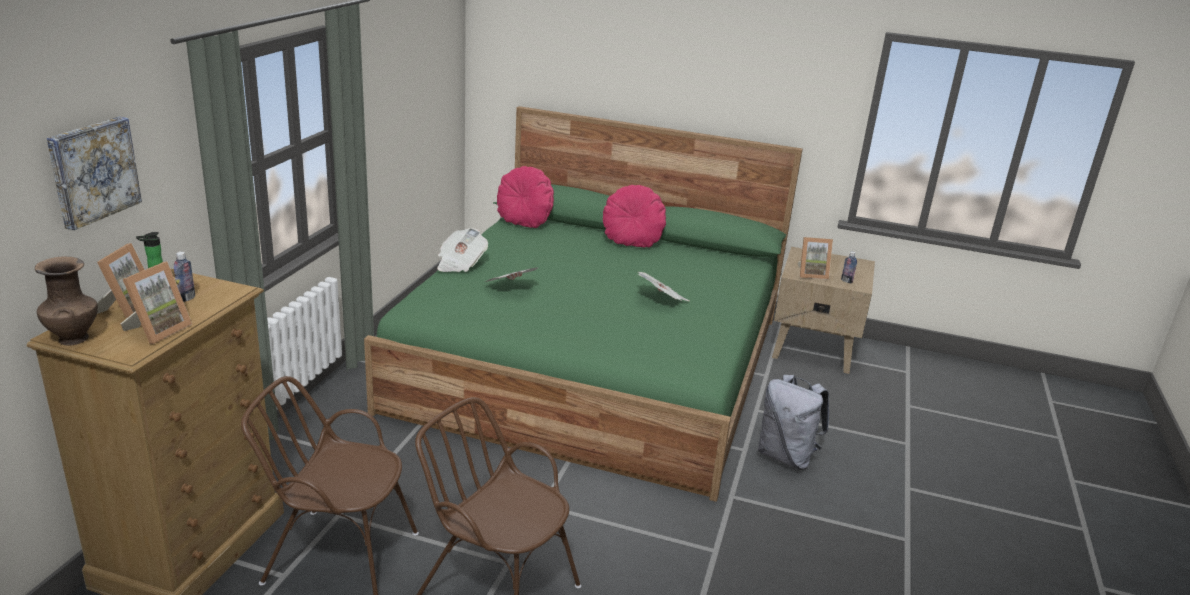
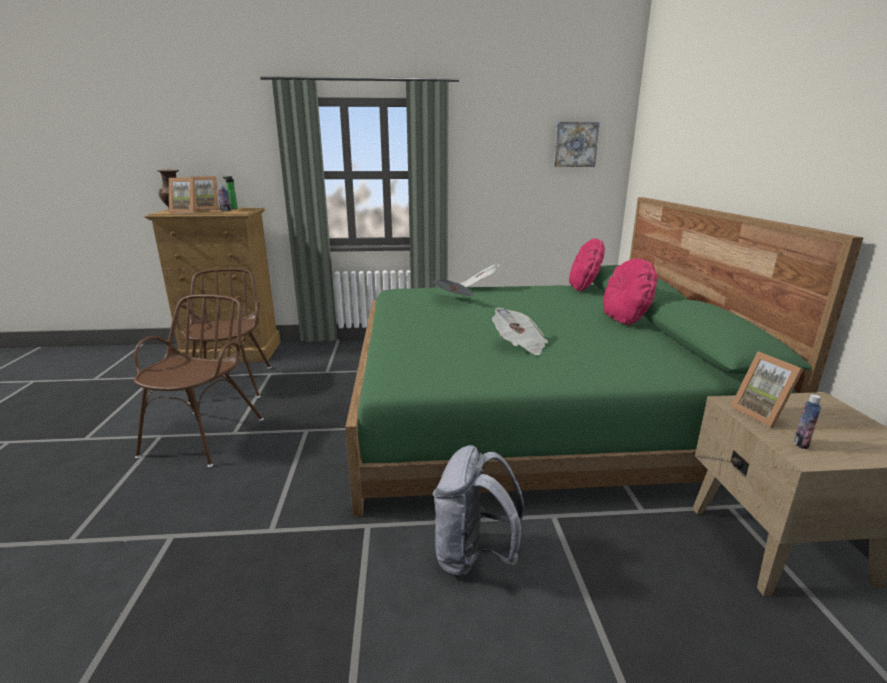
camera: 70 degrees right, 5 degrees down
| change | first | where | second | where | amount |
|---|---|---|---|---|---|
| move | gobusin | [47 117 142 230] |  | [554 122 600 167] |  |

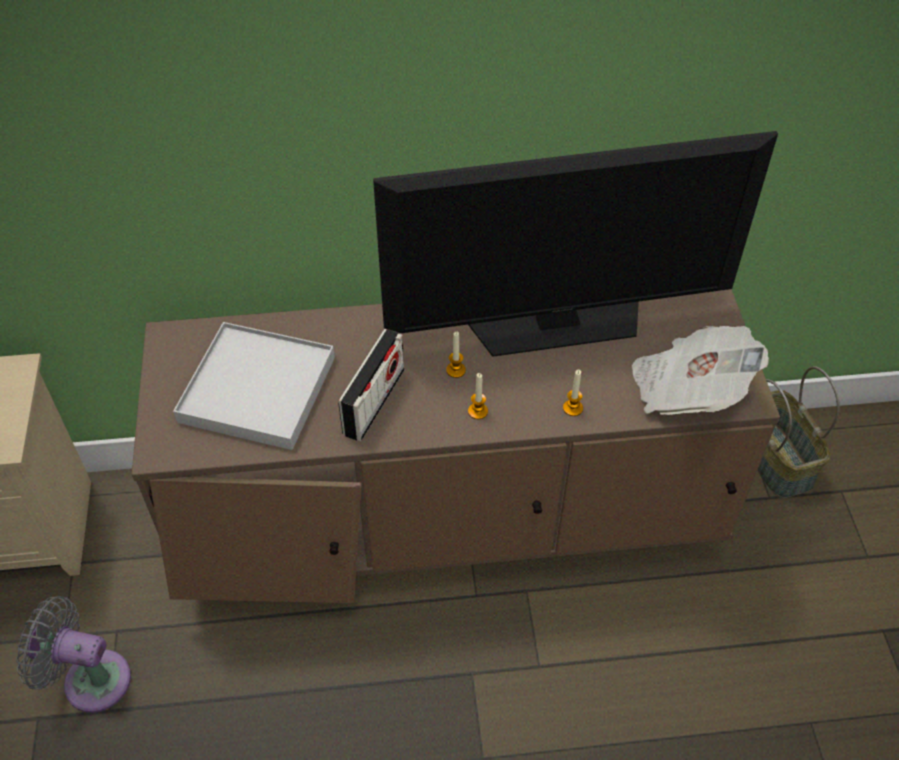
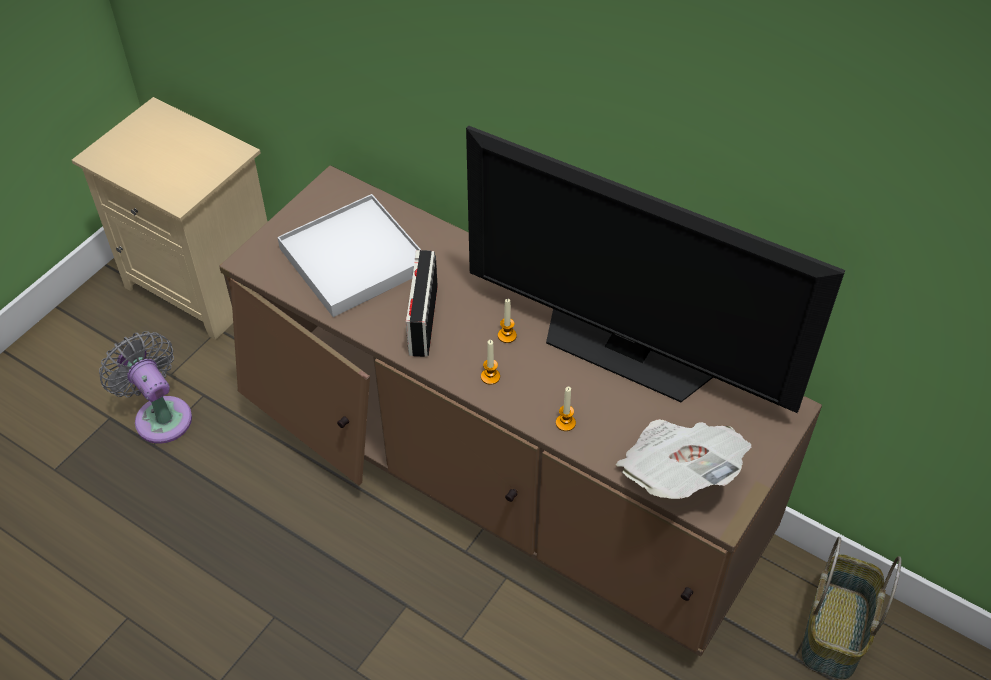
camera: 40 degrees right, 0 degrees up
| change | first | where | second | where | amount |
|---|---|---|---|---|---|
| rotate | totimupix | [338 329 404 441] |  | [406 250 438 357] | 120 degrees clockwise |

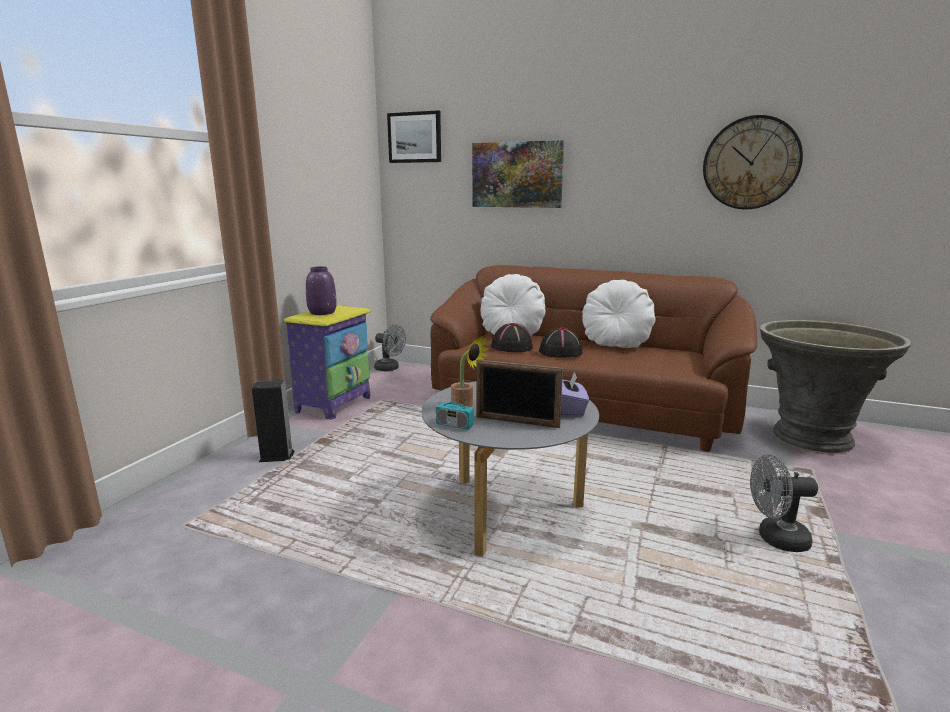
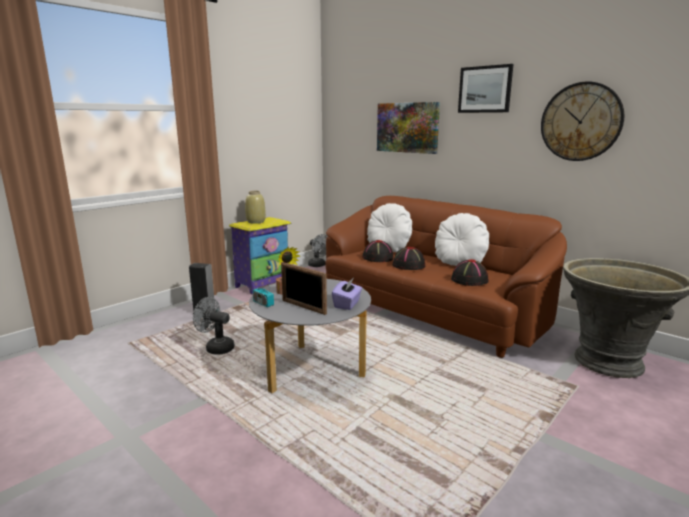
camera: 20 degrees right, 0 degrees up
| change | first | where | second | where | amount |
|---|---|---|---|---|---|
| move | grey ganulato | [750 455 818 552] |  | [193 297 235 355] |  |
| recolor | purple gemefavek | [306 266 337 315] | beige gemefavek | [245 191 266 224] |  |
| insert |  |  | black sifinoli | [451 259 489 286] |  |
| move | gobusin | [387 110 441 163] |  | [458 64 514 113] |  |

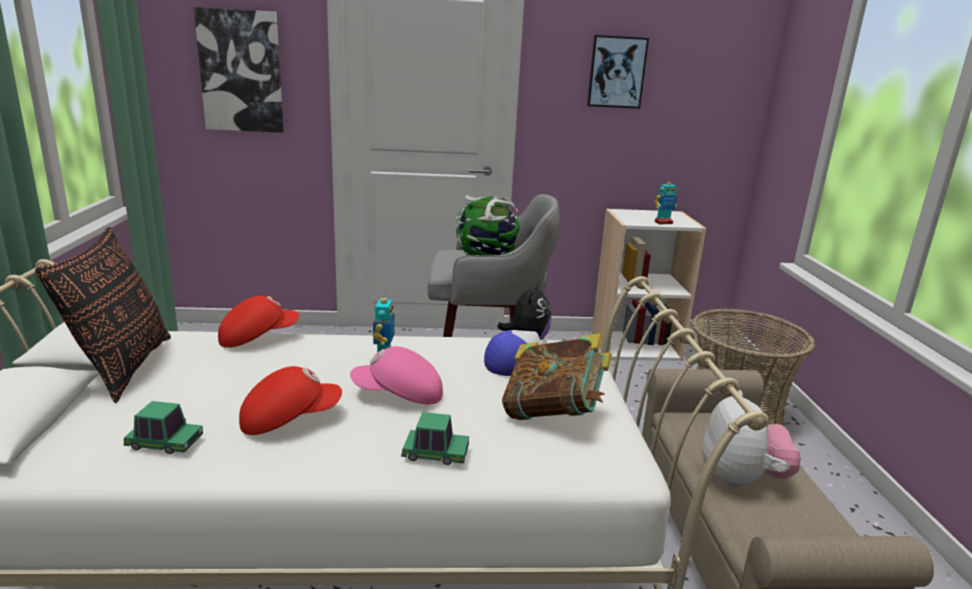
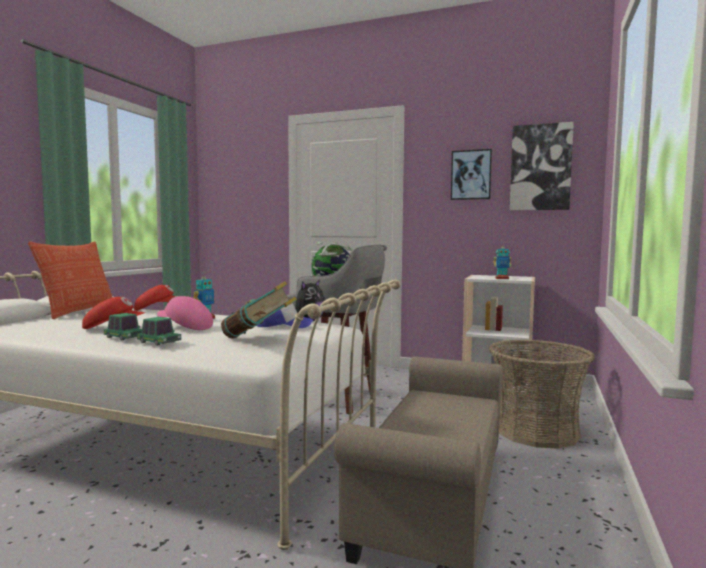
camera: 25 degrees right, 15 degrees down
| change | first | where | second | where | amount |
|---|---|---|---|---|---|
| recolor | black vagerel | [35 227 171 403] | orange vagerel | [28 241 113 319] |  |
| move | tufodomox | [124 401 203 454] |  | [104 313 142 341] |  |
| move | gobusin | [194 7 283 133] |  | [510 122 574 210] |  |
| delete | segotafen | [702 390 800 488] |  |  |  |

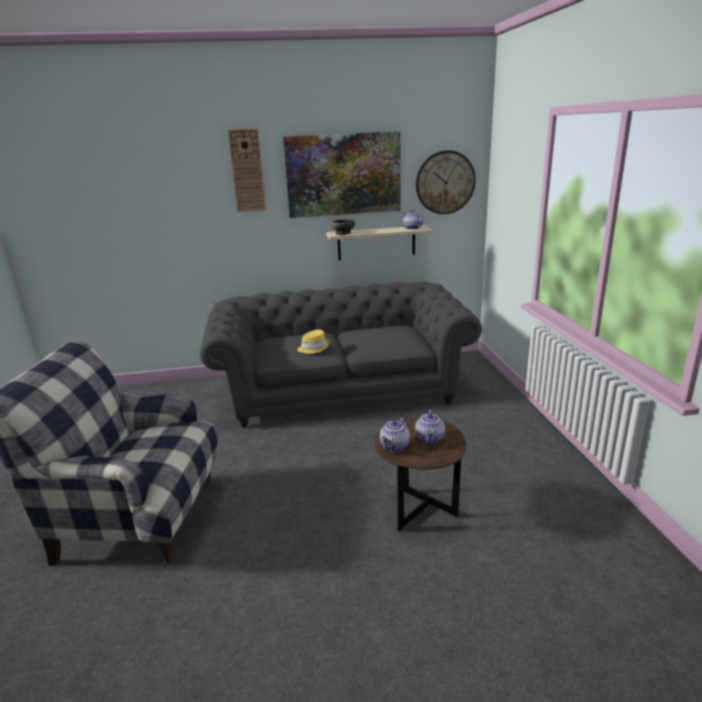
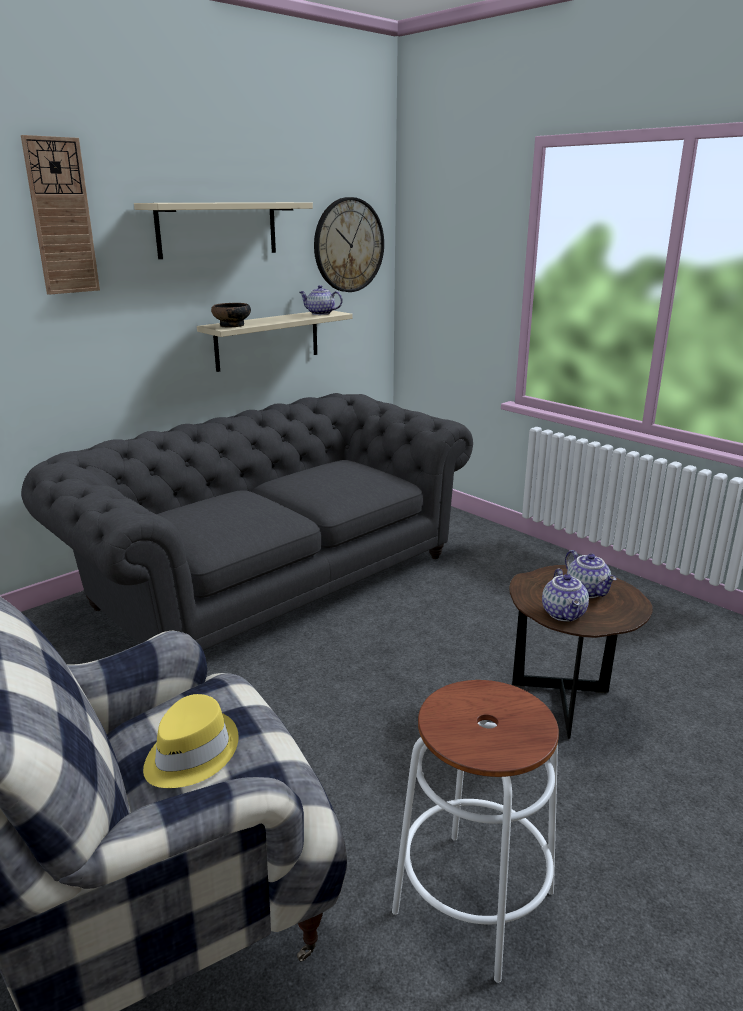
camera: 35 degrees left, 0 degrees up
| change | first | where | second | where | amount |
|---|---|---|---|---|---|
| replace | gobusin | [283 131 401 218] | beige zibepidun | [134 202 313 259] |  |
| move | yellow sifinoli | [297 329 330 353] |  | [143 694 239 788] |  |
| insert |  |  | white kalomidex | [392 680 559 983] |  |

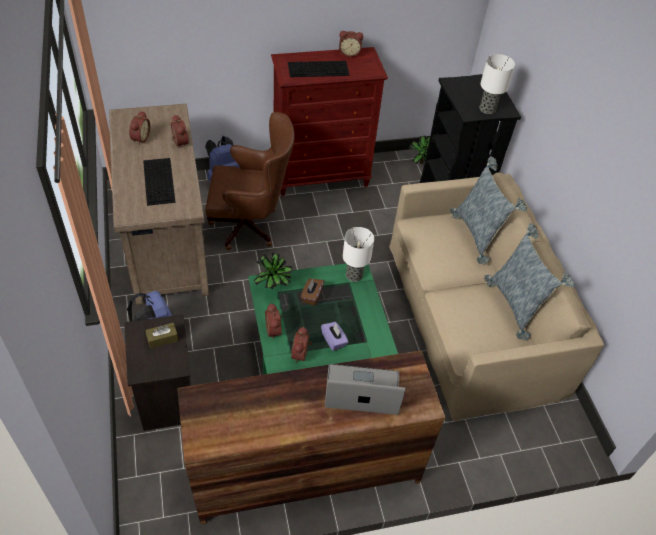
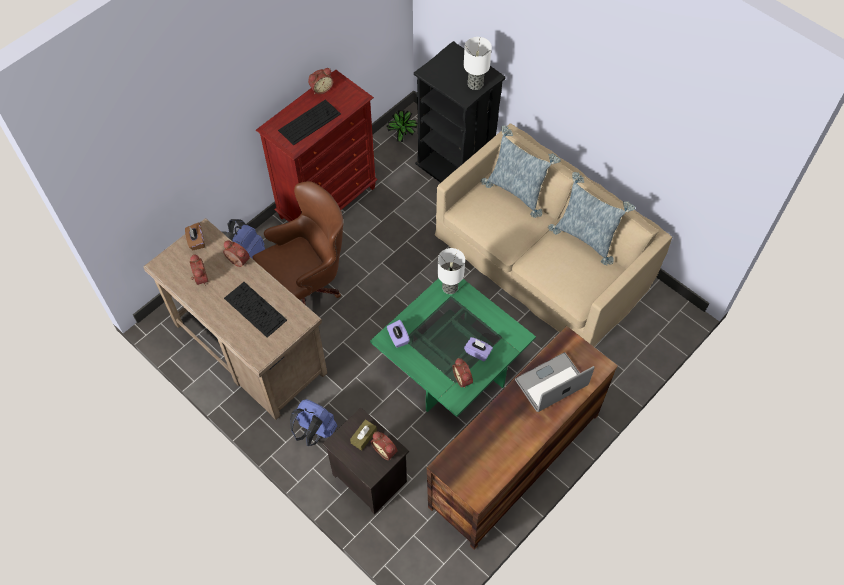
camera: 30 degrees left, 10 degrees up
| change | first | where | second | where | amount |
|---|---|---|---|---|---|
| move | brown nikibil | [301 278 324 306] |  | [185 222 205 250] |  |
| move | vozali | [265 303 282 339] |  | [371 431 398 460] |  |
| replace | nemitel | [254 253 292 289] | purple nikibil | [387 320 410 348] |  |

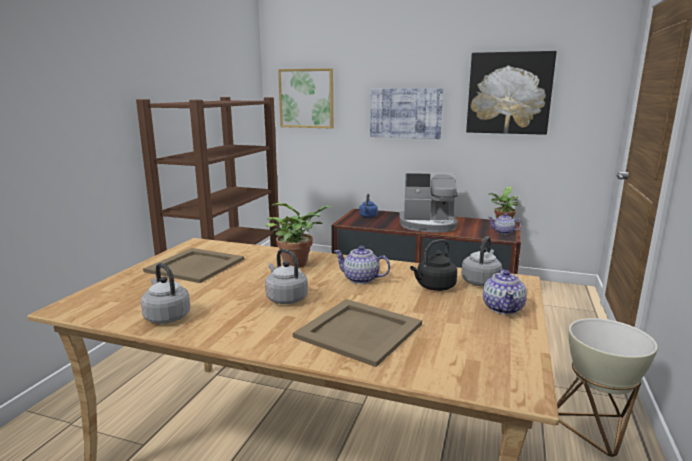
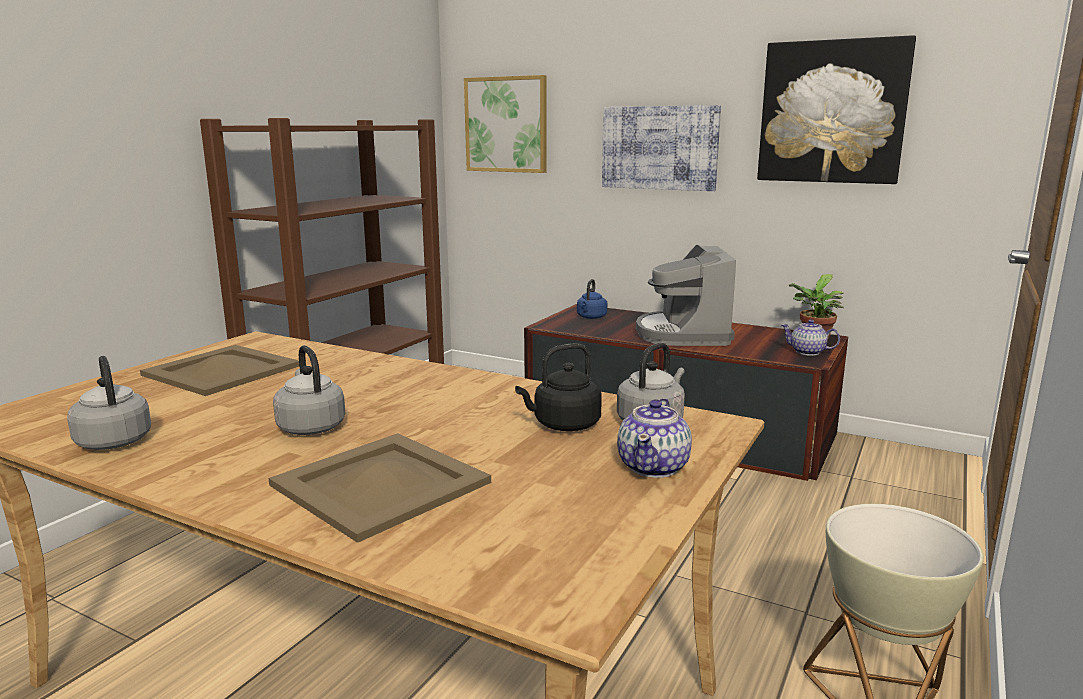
camera: 10 degrees right, 0 degrees up
| change | first | where | second | where | amount |
|---|---|---|---|---|---|
| rotate | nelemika | [400 172 458 233] |  | [636 245 736 346] | 75 degrees clockwise |
| delete | nemitel | [265 202 331 268] |  |  |  |
| delete | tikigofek | [334 246 390 284] |  |  |  |

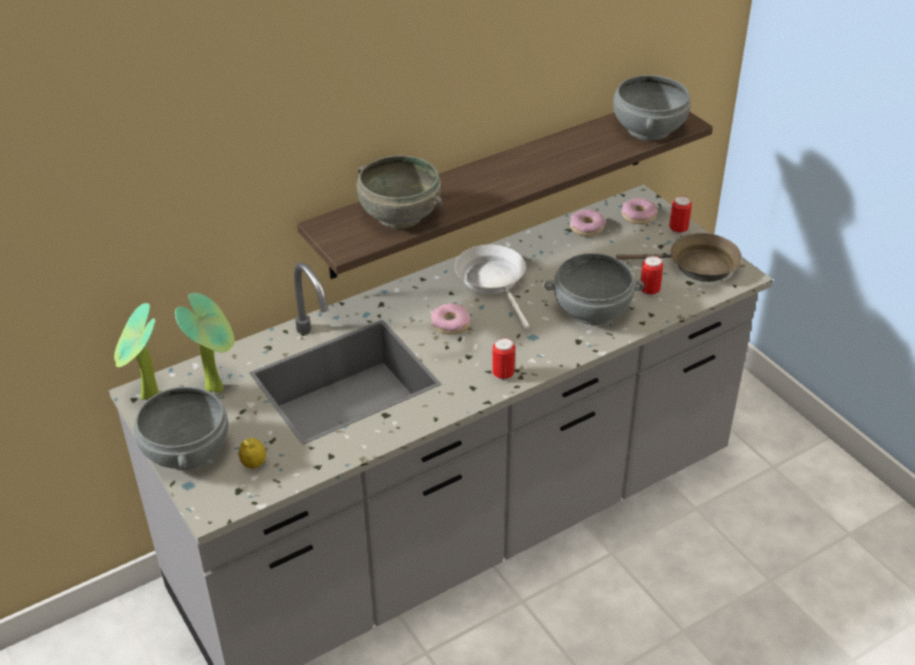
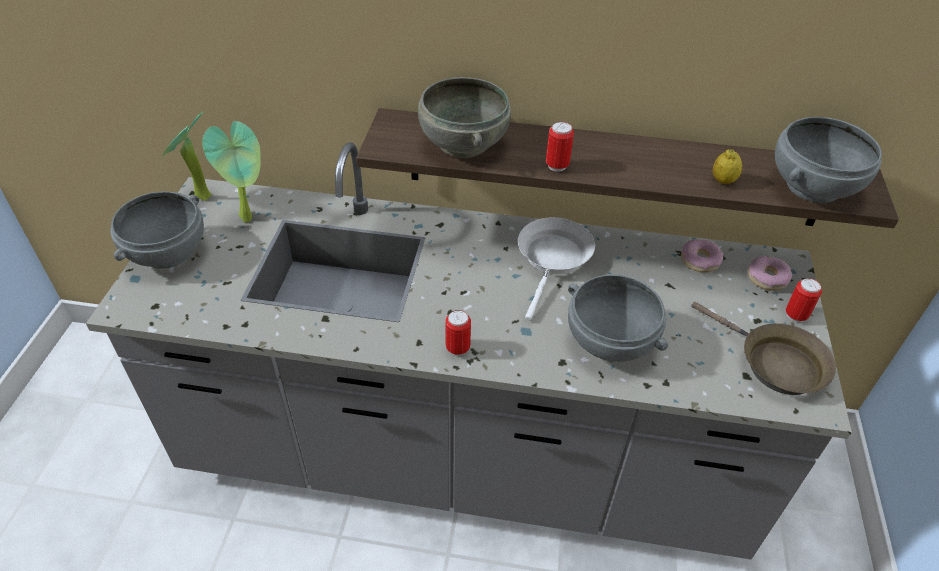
camera: 40 degrees right, 5 degrees up
| change | first | where | second | where | amount |
|---|---|---|---|---|---|
| move | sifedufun | [640 256 664 296] |  | [546 122 574 171] |  |
| move | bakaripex | [239 438 266 469] |  | [712 149 742 184] |  |
| delete | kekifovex | [431 303 471 335] |  |  |  |

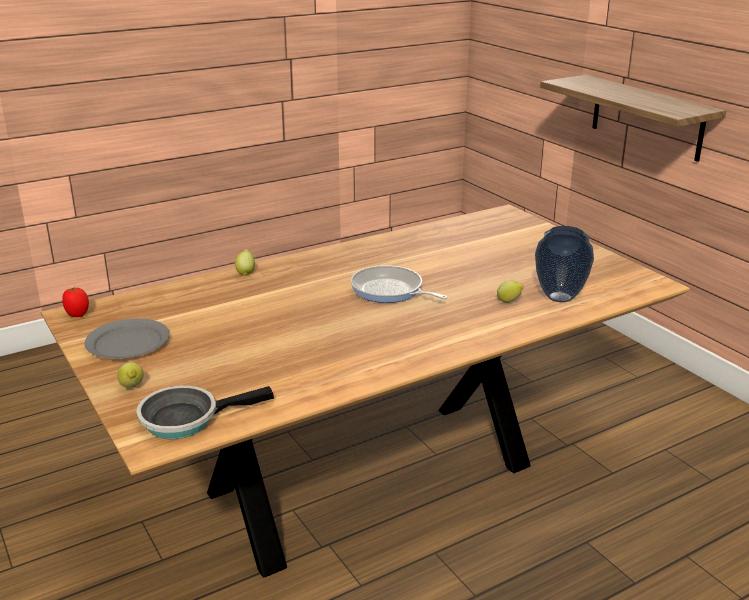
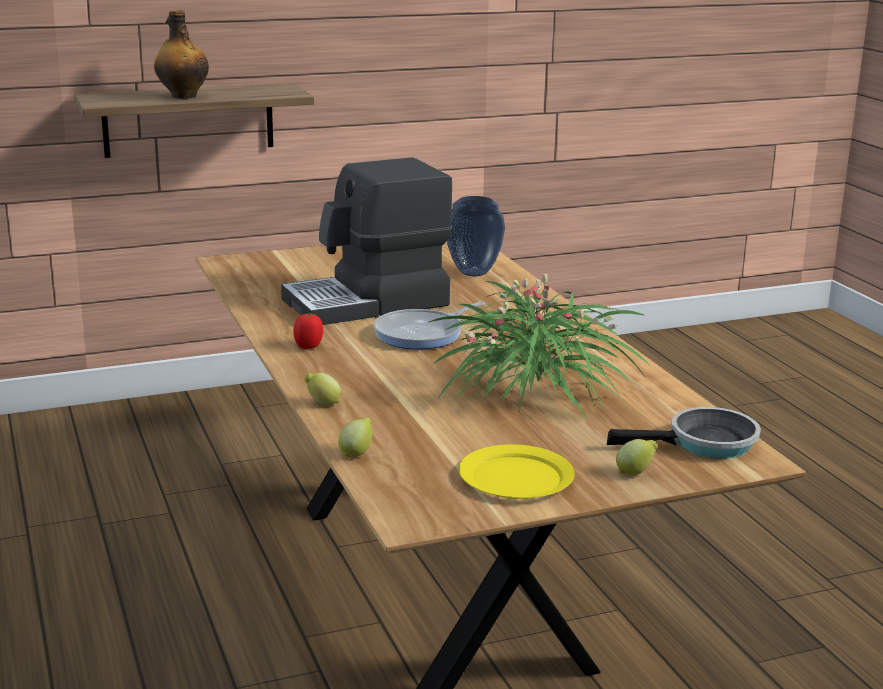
camera: 80 degrees left, 5 degrees down
| change | first | where | second | where | amount |
|---|---|---|---|---|---|
| insert |  |  | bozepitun | [154 10 209 99] |  |
| insert |  |  | nelemika | [281 157 452 325] |  |
| move | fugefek | [62 288 89 317] |  | [293 313 323 349] |  |
| move | bakaripex | [497 280 524 303] |  | [338 417 372 458] |  |
| insert |  |  | nemitel | [429 273 648 421] |  |
| recolor | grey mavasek | [84 318 170 359] | yellow mavasek | [459 444 575 499] |  |
| rotate | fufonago | [136 386 274 439] |  | [607 407 761 459] | 90 degrees counterclockwise |

